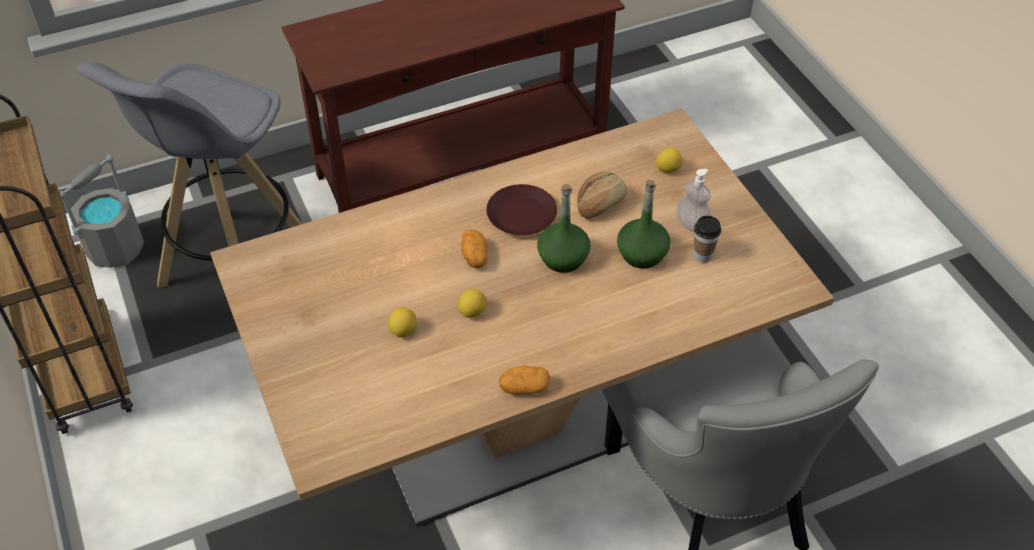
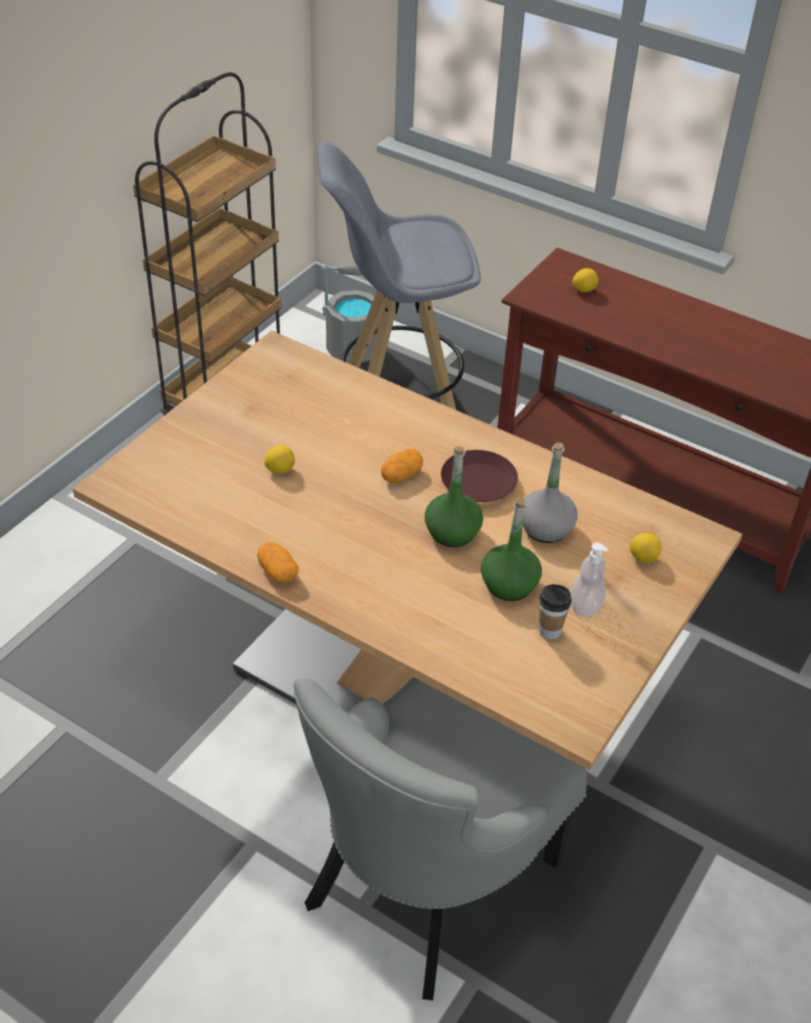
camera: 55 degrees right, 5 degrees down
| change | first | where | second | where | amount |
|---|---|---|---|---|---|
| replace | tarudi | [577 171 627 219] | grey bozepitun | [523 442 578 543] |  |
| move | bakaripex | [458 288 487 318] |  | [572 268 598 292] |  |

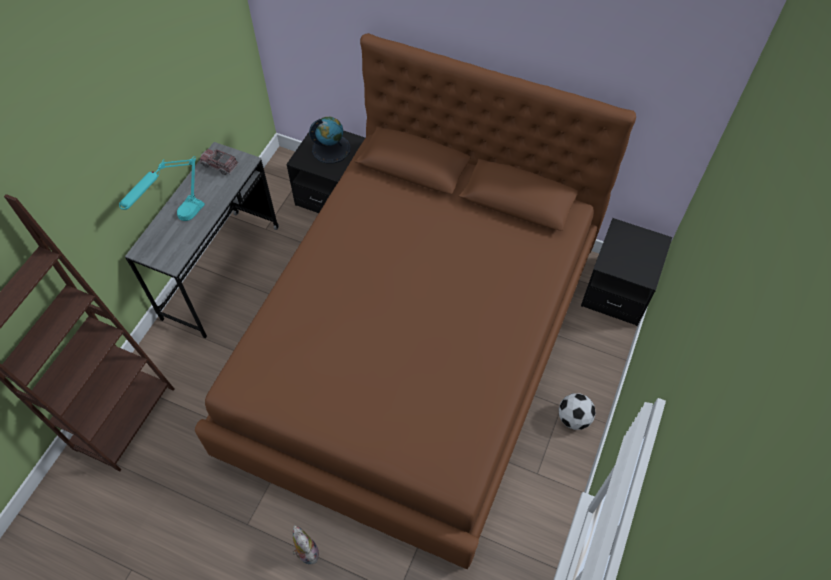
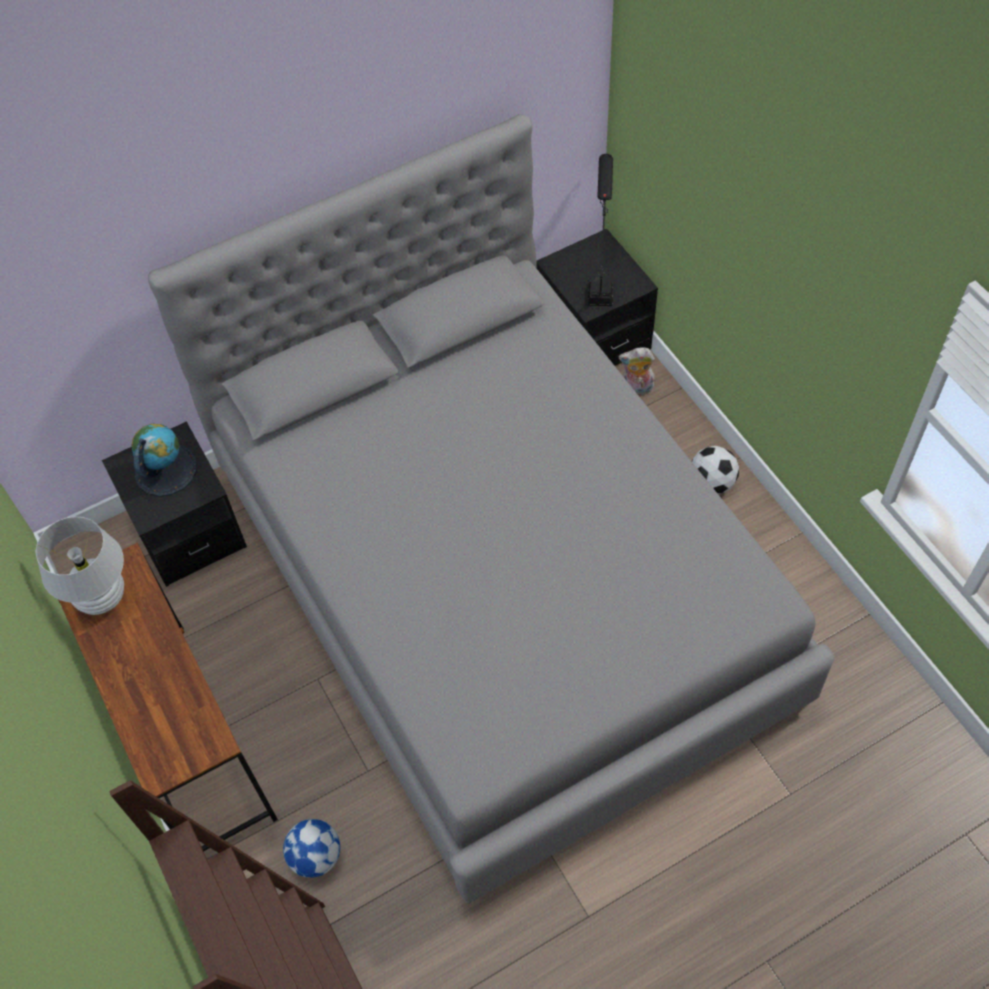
camera: 50 degrees left, 0 degrees up
| change | first | where | second | where | amount |
|---|---|---|---|---|---|
| replace | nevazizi | [200 149 239 175] | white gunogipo | [35 516 124 615] |  |
| recolor | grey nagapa | [125 142 279 338] | brown nagapa | [58 543 278 852] |  |
| recolor | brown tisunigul | [195 33 636 569] | grey tisunigul | [148 114 834 904] |  |
| insert |  |  | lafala | [283 819 340 878] |  |
| insert |  |  | black gunogipo | [588 154 613 306] |  |
| move | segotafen | [293 525 319 564] |  | [619 347 655 395] |  |
| delete | turquoise gunogipo | [119 156 205 221] |  |  |  |

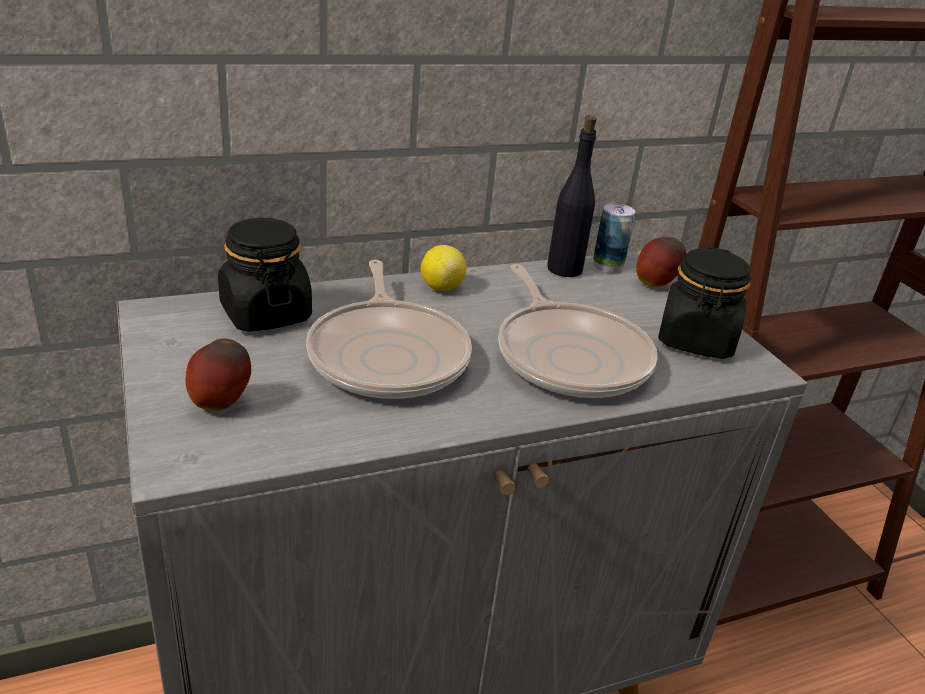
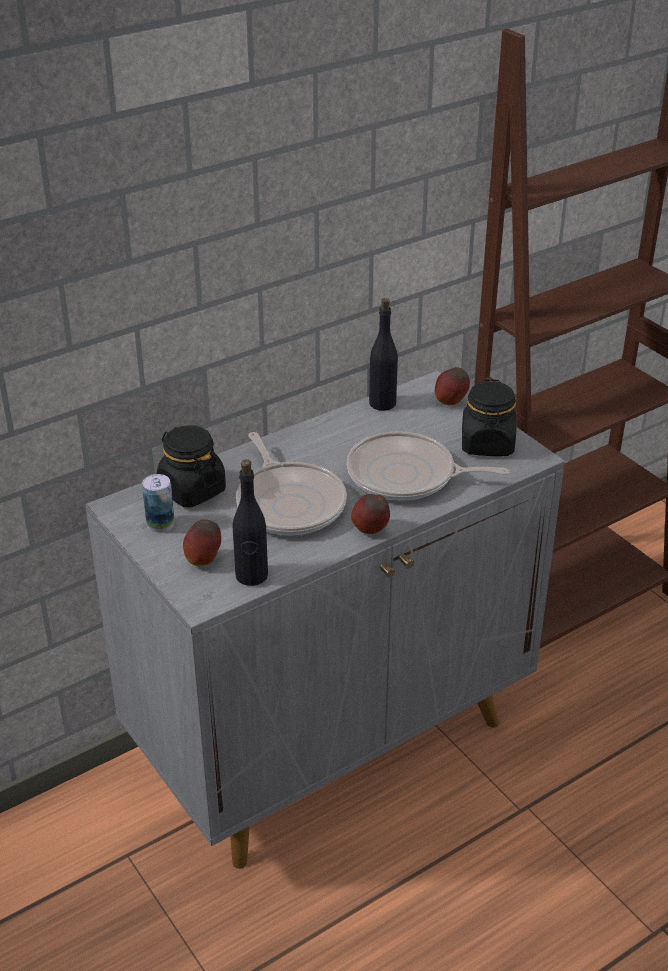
camera: 10 degrees left, 5 degrees up
| change | first | where | second | where | amount |
|---|---|---|---|---|---|
| move | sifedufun | [593 203 635 273] |  | [142 474 174 533] |  |
| insert |  |  | black bozepitun | [233 459 268 586] |  |
| rotate | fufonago | [498 264 658 398] |  | [347 431 509 501] | 135 degrees clockwise |
| insert |  |  | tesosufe | [351 494 390 534] |  |
| delete | bakaripex | [421 245 466 291] |  |  |  |

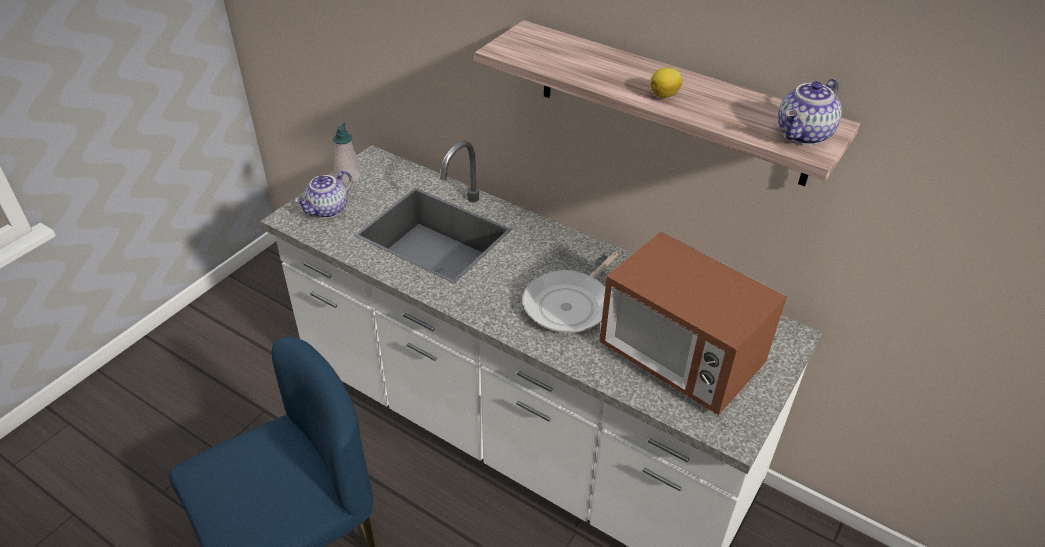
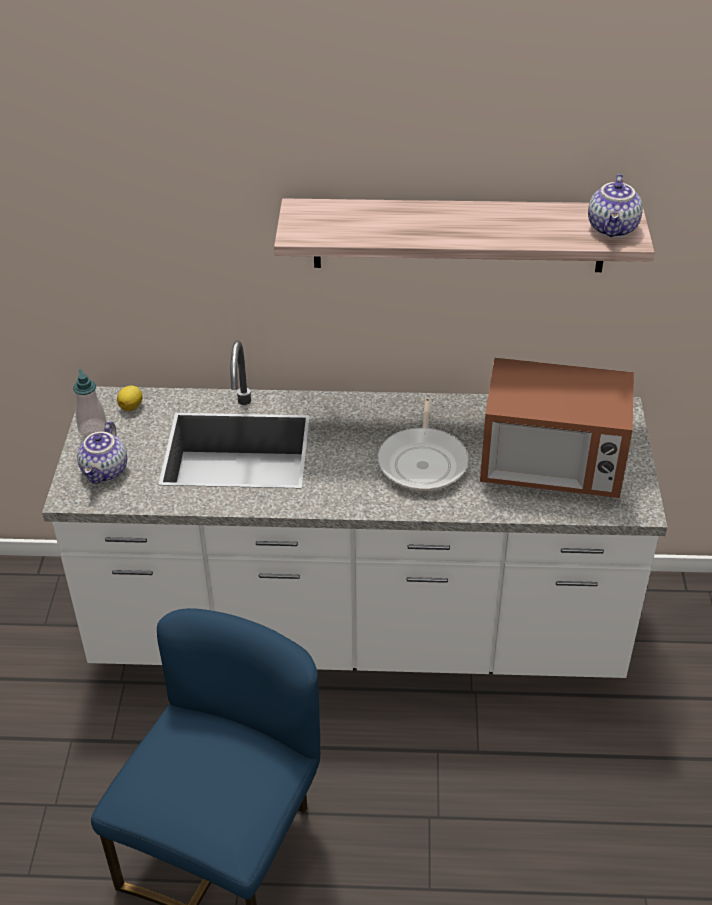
camera: 30 degrees left, 0 degrees up
| change | first | where | second | where | amount |
|---|---|---|---|---|---|
| move | bakaripex | [650 68 682 98] |  | [117 385 142 411] |  |

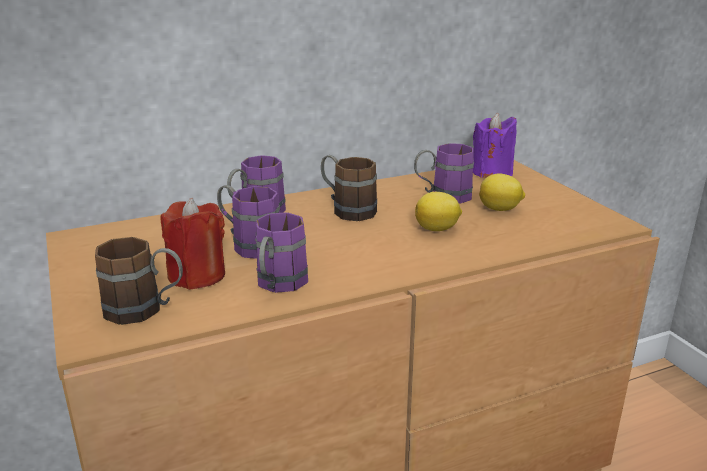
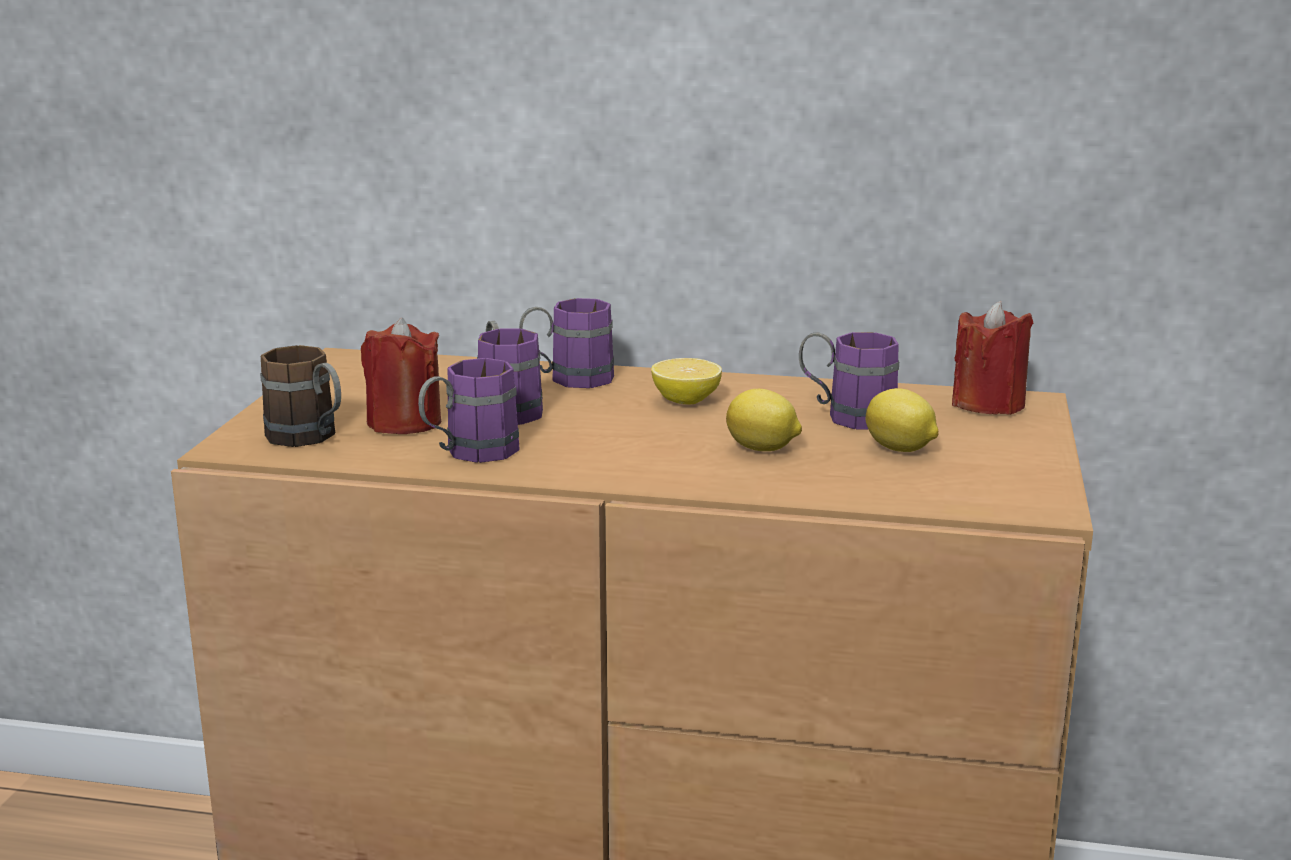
camera: 35 degrees right, 5 degrees down
| change | first | where | second | where | amount |
|---|---|---|---|---|---|
| replace | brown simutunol | [321 155 377 221] | bakaripex | [651 358 722 405] |  |
| recolor | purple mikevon | [473 113 517 178] | red mikevon | [952 301 1033 415] |  |

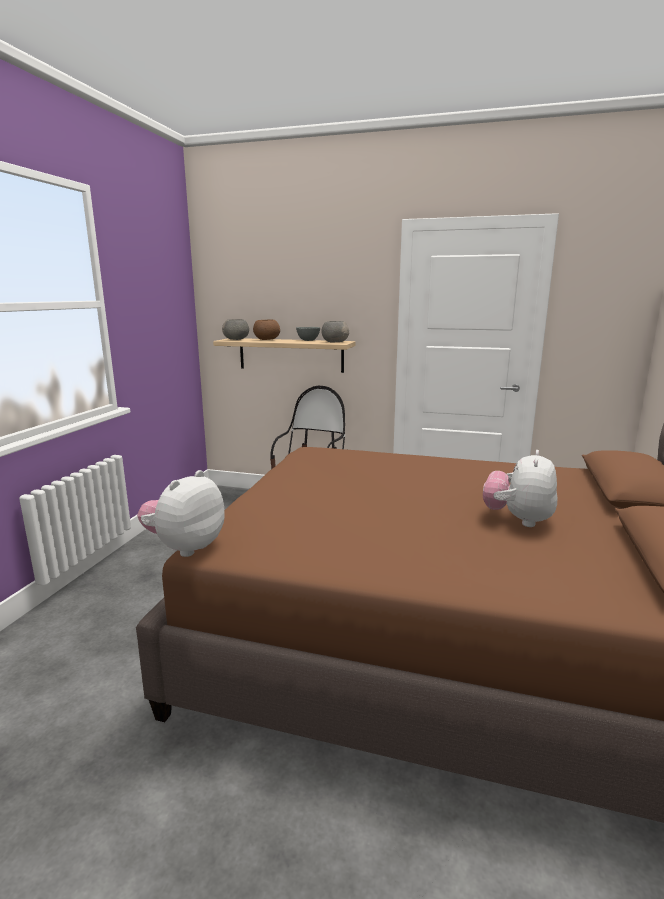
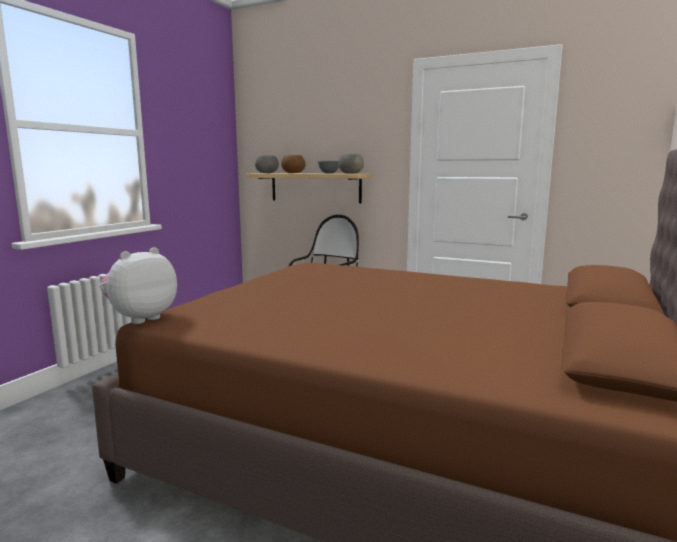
camera: 10 degrees right, 5 degrees down
| change | first | where | second | where | amount |
|---|---|---|---|---|---|
| delete | segotafen | [483 450 557 527] |  |  |  |

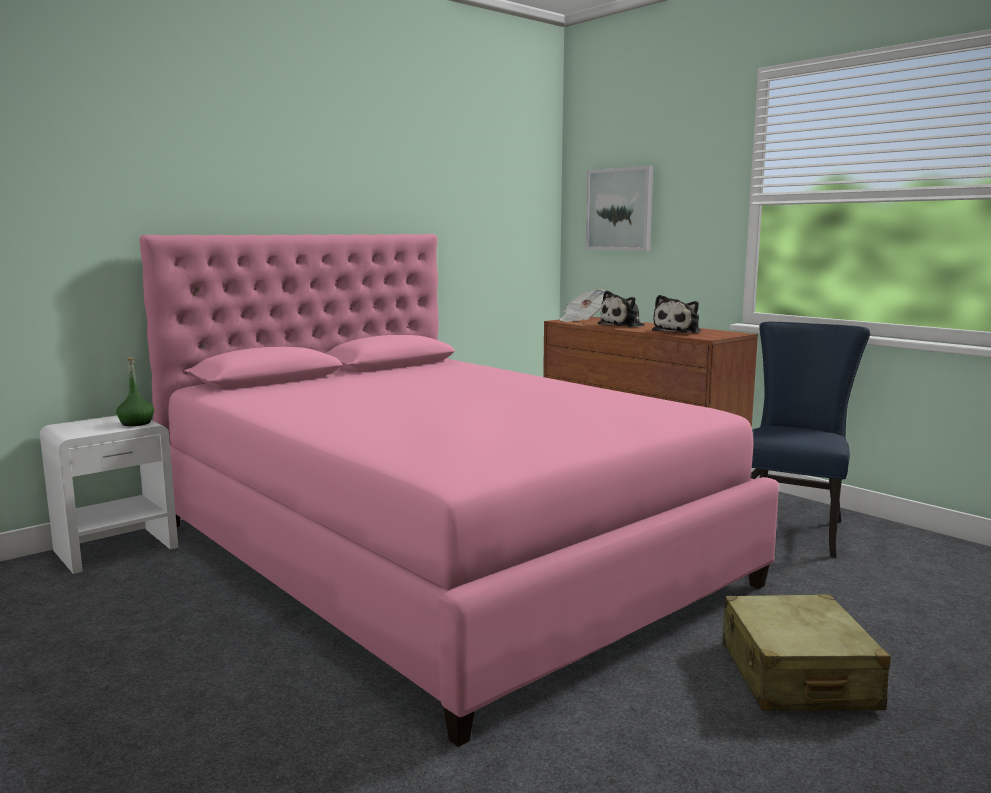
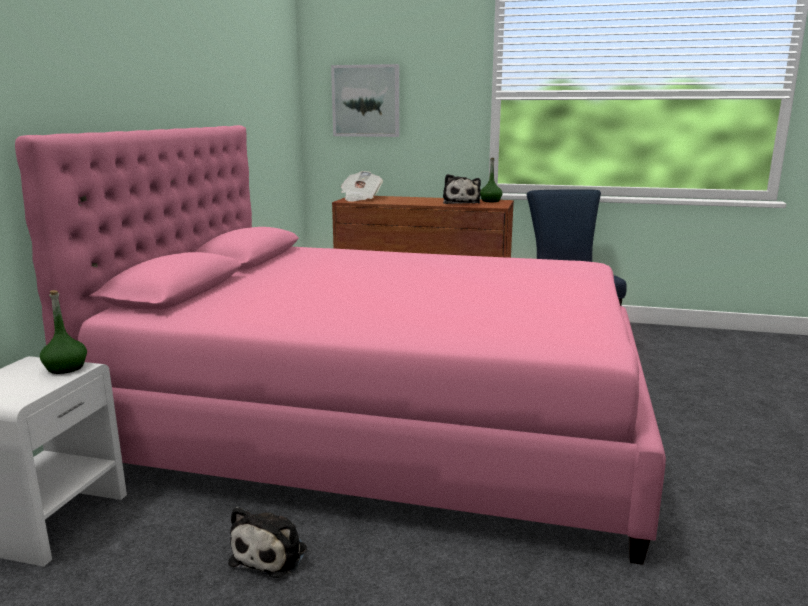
camera: 35 degrees left, 5 degrees up
| change | first | where | second | where | amount |
|---|---|---|---|---|---|
| move | segotafen | [597 291 645 327] |  | [228 506 307 578] |  |
| insert |  |  | green bozepitun | [480 158 502 202] |  |
| delete | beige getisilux | [723 594 891 711] |  |  |  |

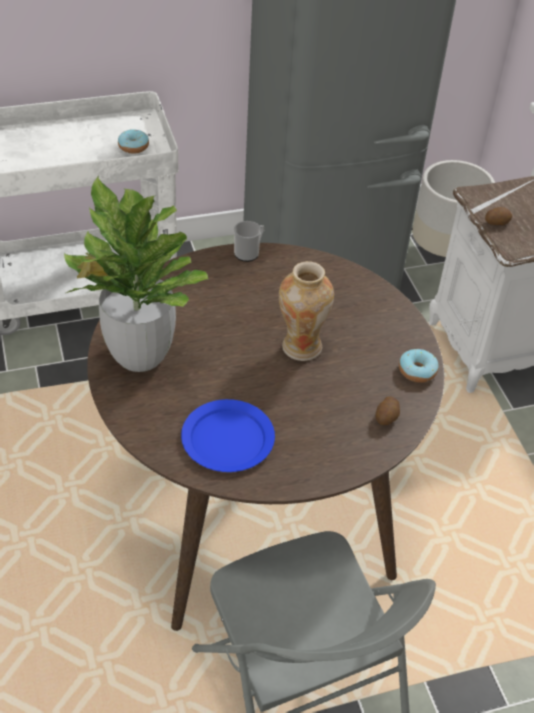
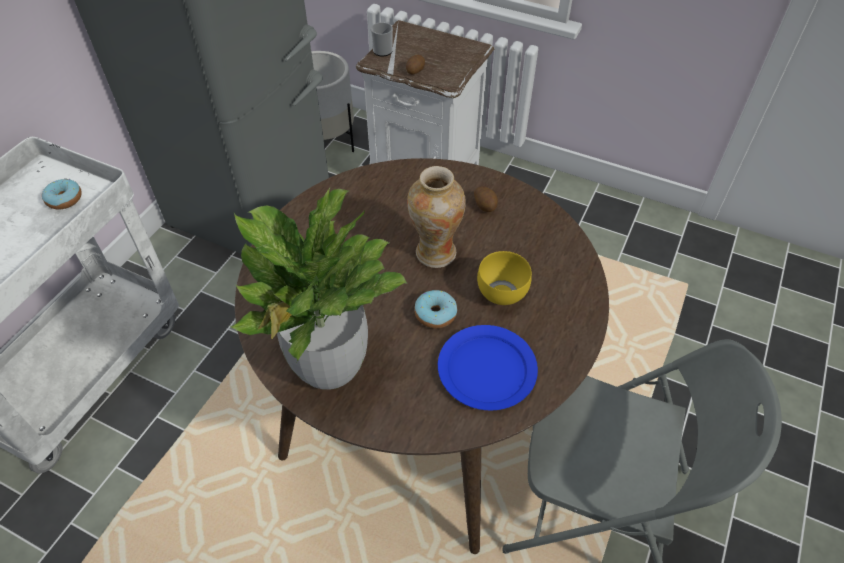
camera: 45 degrees left, 5 degrees up
| change | first | where | second | where | amount |
|---|---|---|---|---|---|
| move | simutunol | [234 221 265 262] |  | [371 22 393 57] |  |
| move | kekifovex | [399 348 439 383] |  | [414 290 457 329] |  |
| move | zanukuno | [375 396 400 425] |  | [474 186 498 212] |  |
| insert |  |  | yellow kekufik | [477 251 532 305] |  |

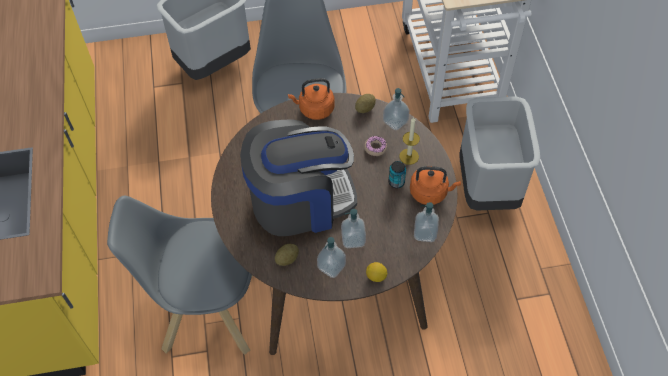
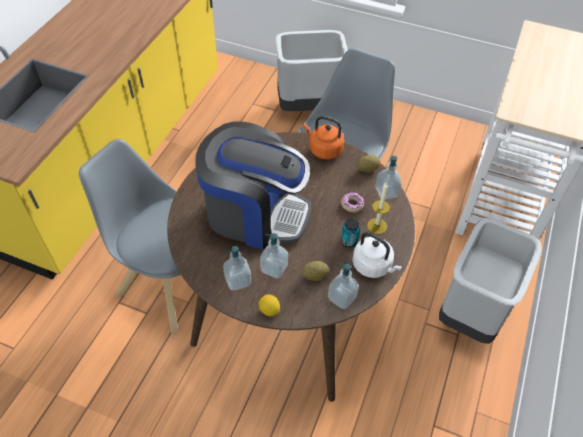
camera: 30 degrees right, 5 degrees down
| change | first | where | second | where | amount |
|---|---|---|---|---|---|
| move | zanukuno | [275 244 299 266] |  | [302 261 329 281] |  |
| recolor | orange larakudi | [410 166 461 205] | white larakudi | [352 232 402 278] |  |

